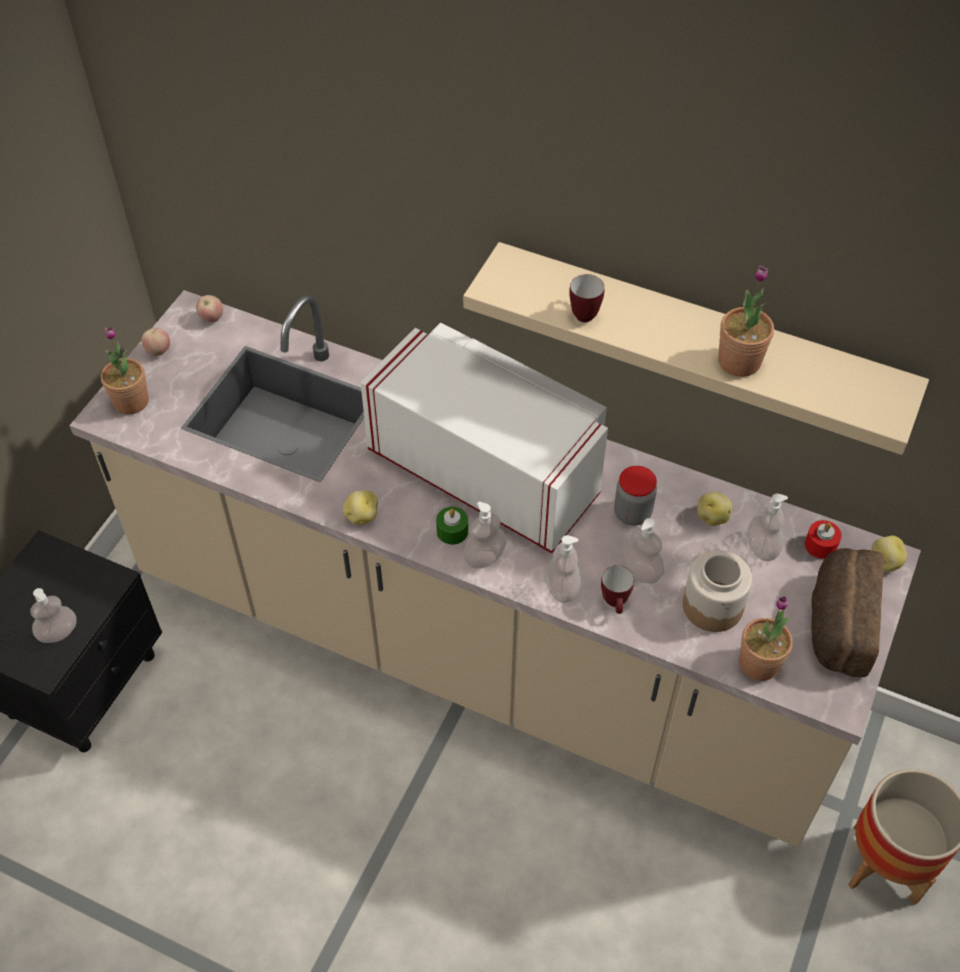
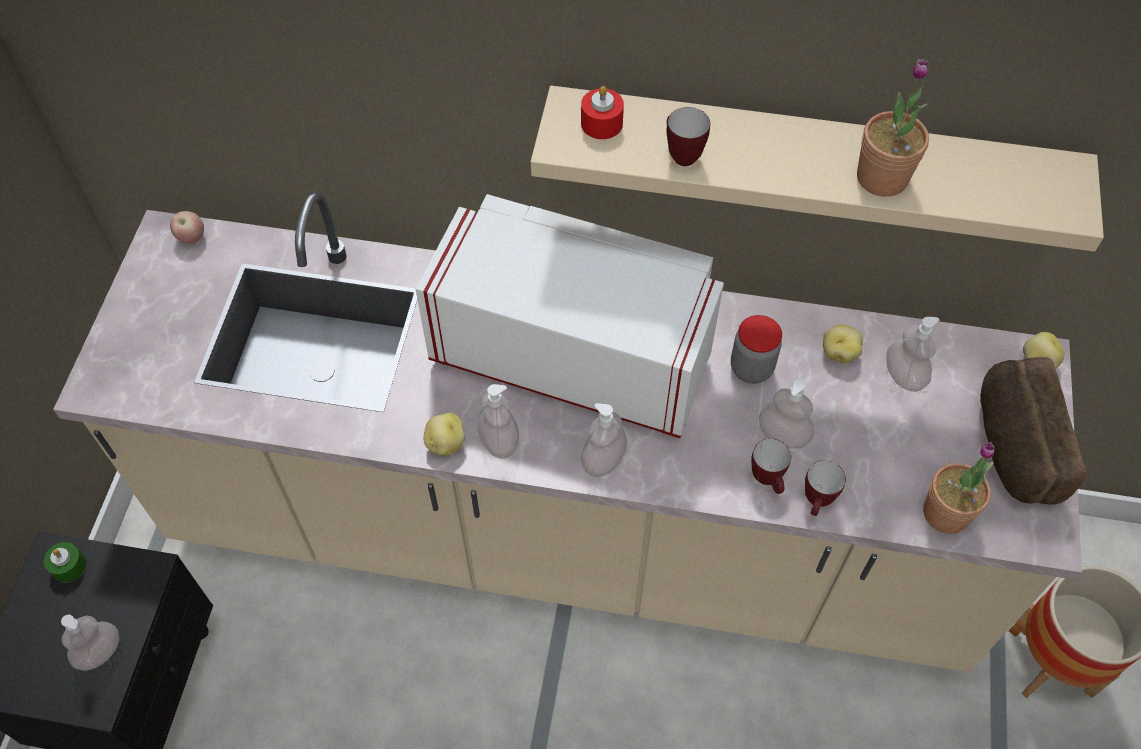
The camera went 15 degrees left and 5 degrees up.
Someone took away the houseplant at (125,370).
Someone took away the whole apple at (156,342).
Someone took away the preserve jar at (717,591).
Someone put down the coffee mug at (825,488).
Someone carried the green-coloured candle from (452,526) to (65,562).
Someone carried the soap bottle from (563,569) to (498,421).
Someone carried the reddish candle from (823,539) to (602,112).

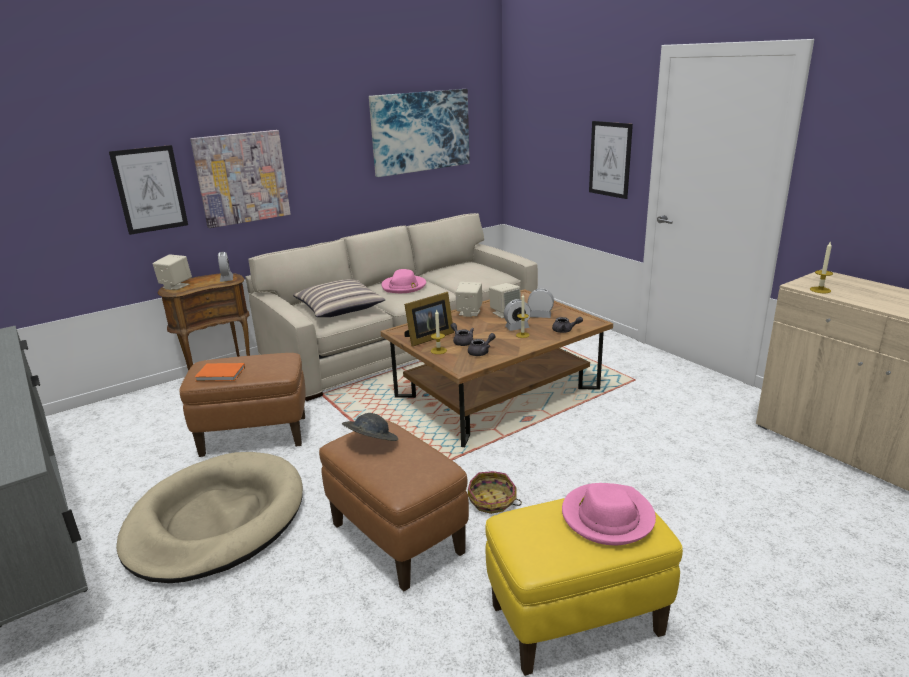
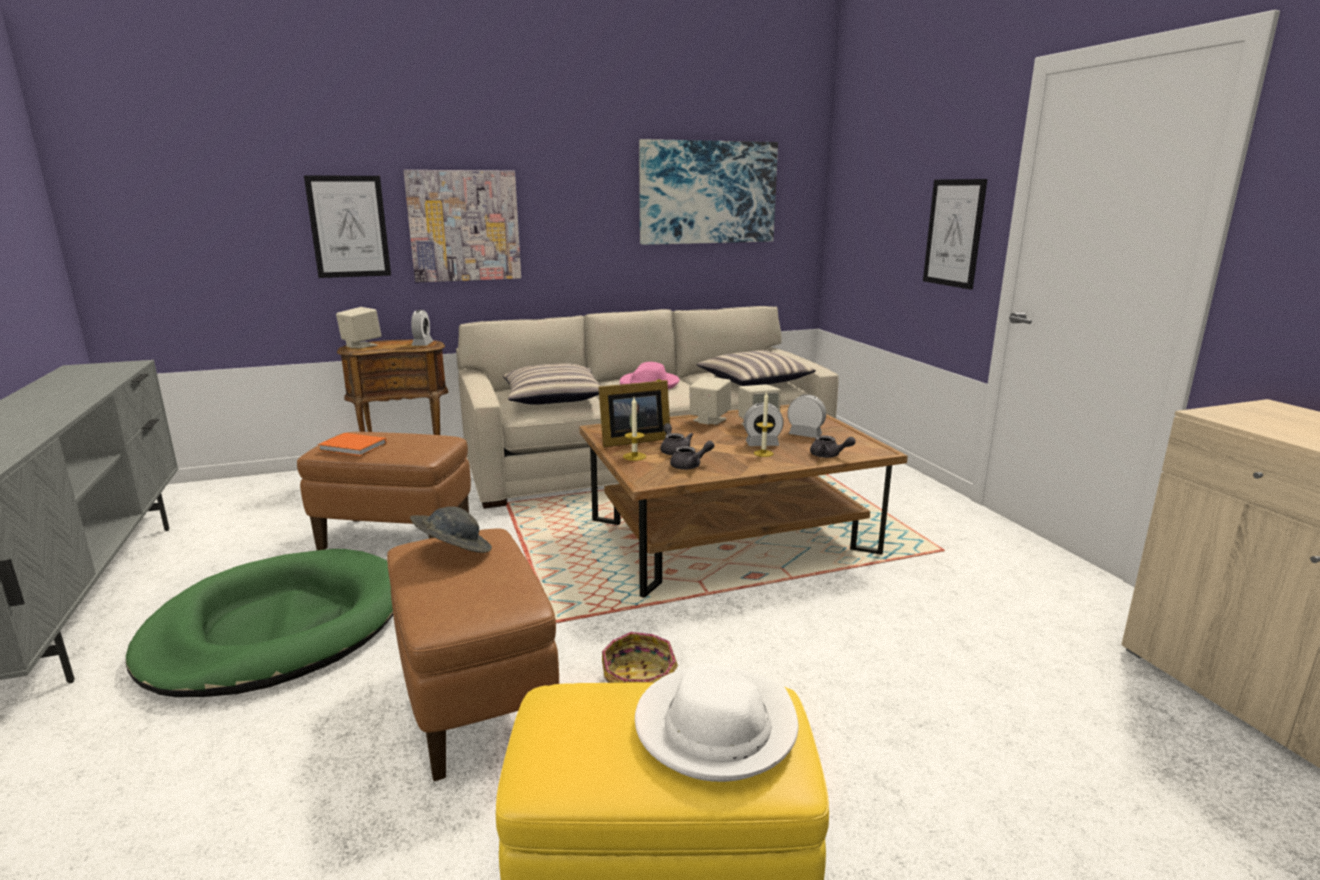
The camera went 15 degrees right and 5 degrees down.
Someone took away the candle at (821,267).
Someone put down the cushion at (756,368).
Someone repainted the beige-coloured pet bed at (209,517), which became the green-coloured pet bed at (259,623).
Someone repainted the pink wearable hat at (609,514), which became the white wearable hat at (716,722).

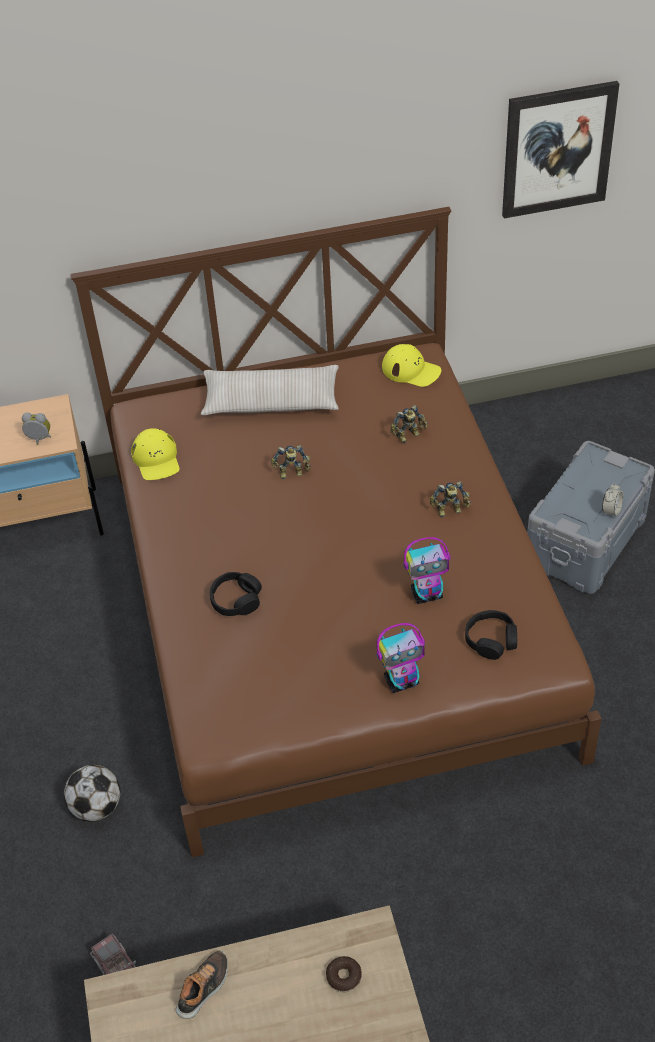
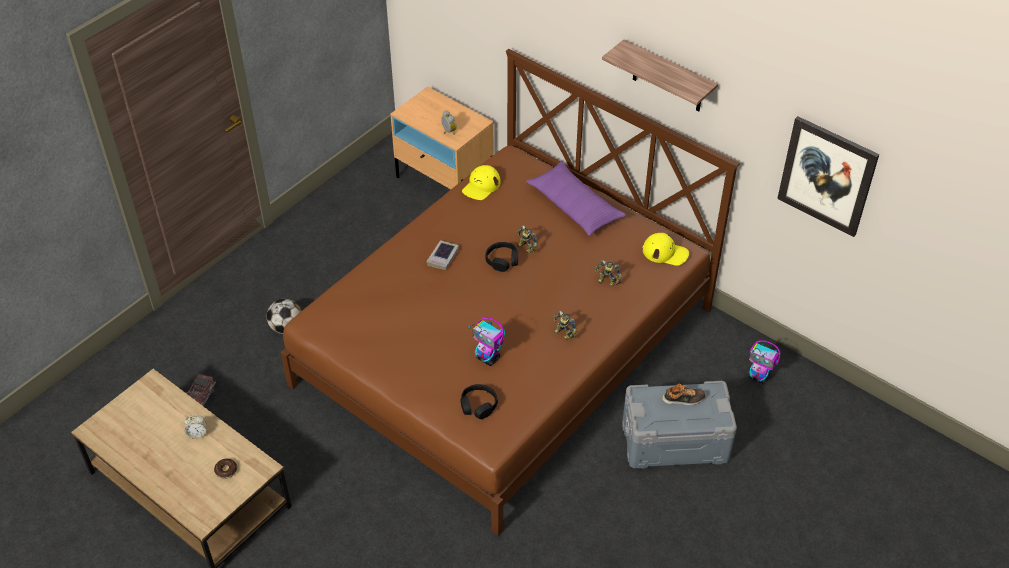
The camera went 50 degrees right and 0 degrees up.
Someone put down the book at (442,255).
Someone put up the wall shelf at (660,75).
Someone carried the shoe from (202,984) to (684,394).
Someone carried the black-coloured pair of headphones from (236,594) to (501,257).
Someone carried the model robot from (401,658) to (764,362).
Someone carried the alarm clock from (612,500) to (195,427).
Someone repainted the beige-coloured cushion at (270,390), which became the purple-coloured cushion at (576,199).
Someone rotated the yellow-coloured baseball cap at (411,365) by 60 degrees counterclockwise.

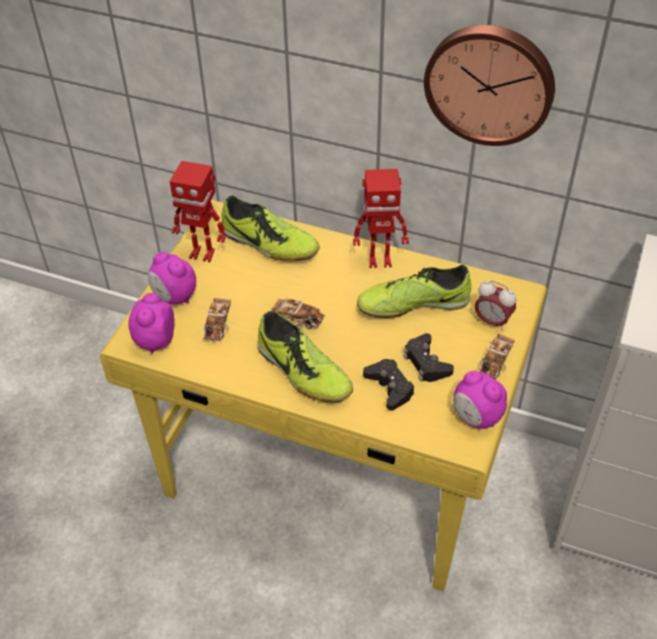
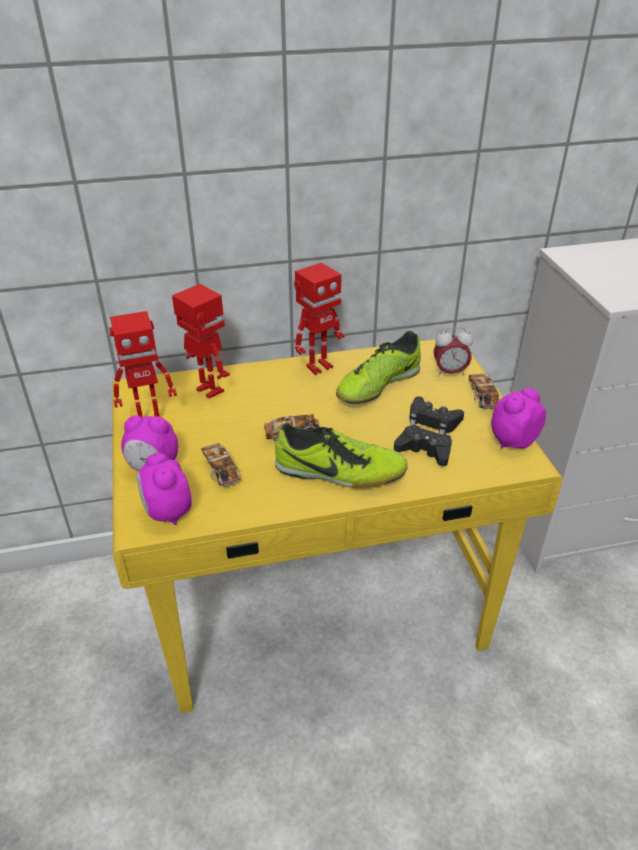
The camera went 35 degrees left and 10 degrees down.
Someone took away the wall clock at (489,85).
Someone swapped the shoe at (271,228) for the model robot at (201,341).
Someone rotated the alarm clock at (480,400) by 135 degrees clockwise.

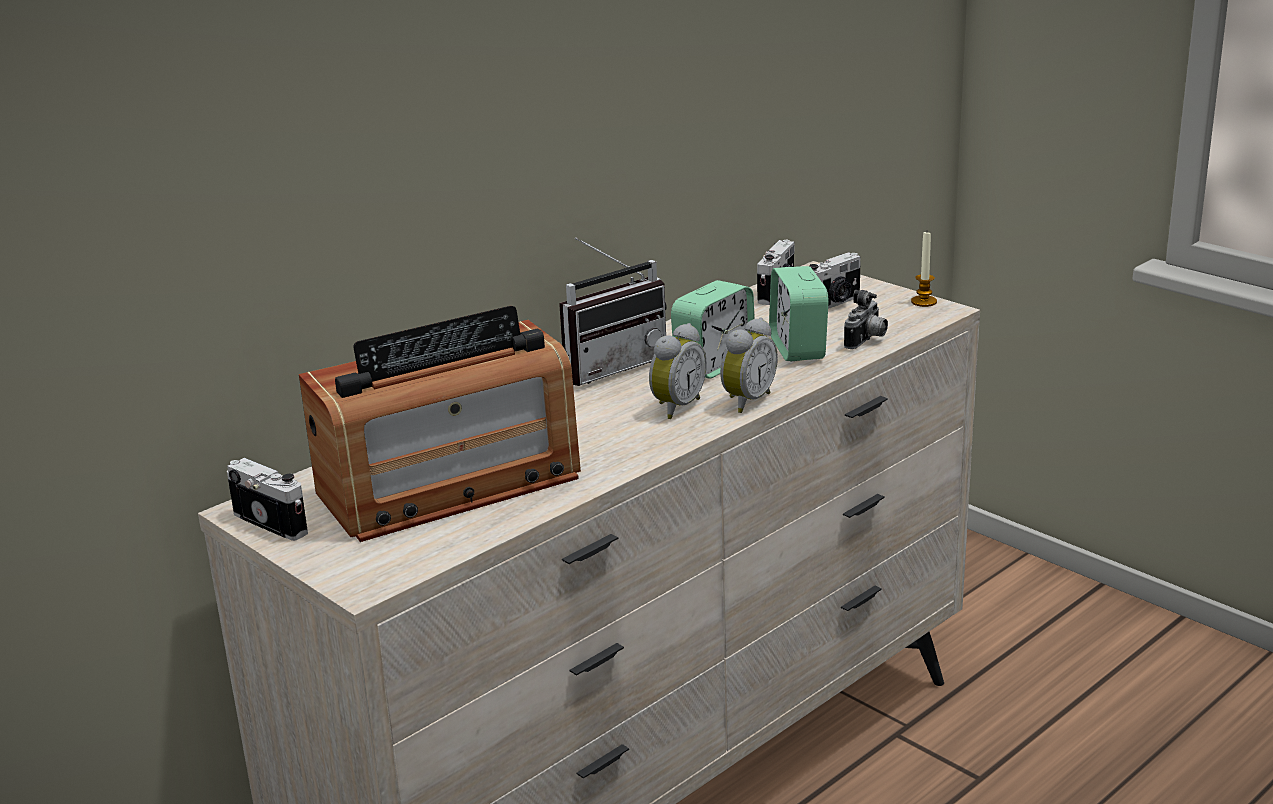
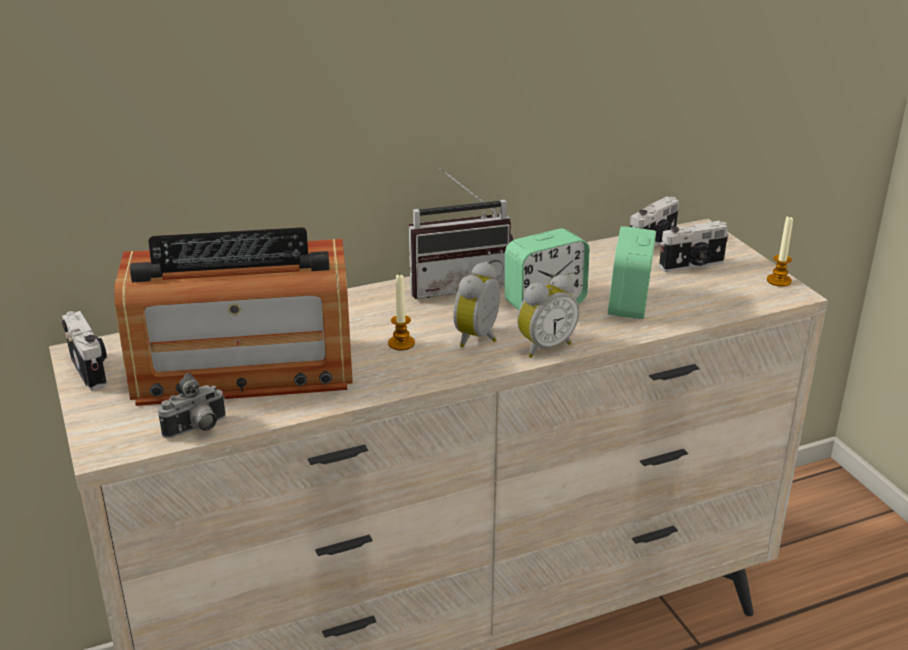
The camera went 20 degrees right and 5 degrees up.
Someone put down the candle at (401,311).
Someone carried the photo camera from (866,319) to (192,405).
Someone rotated the alarm clock at (678,371) by 150 degrees clockwise.

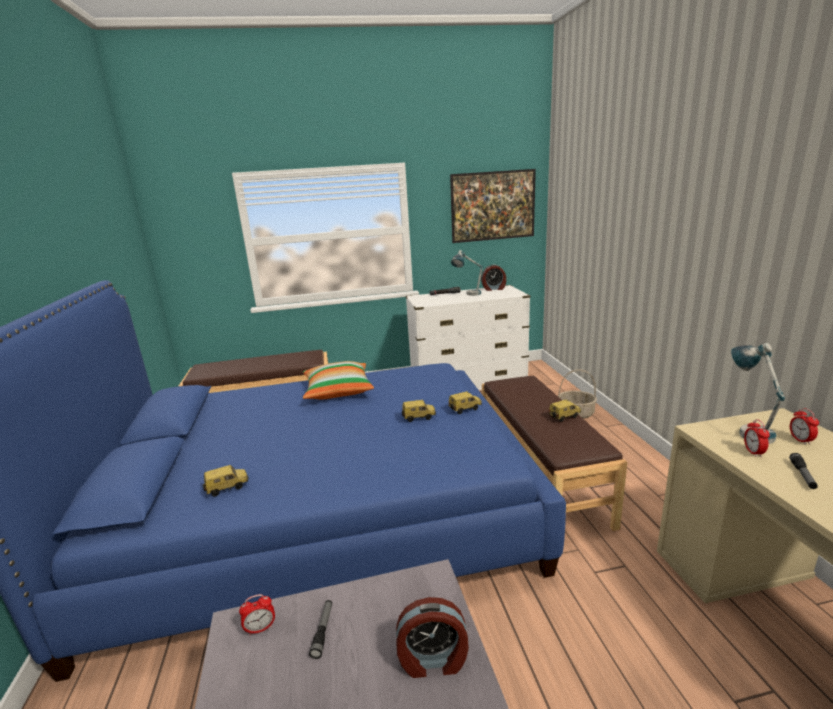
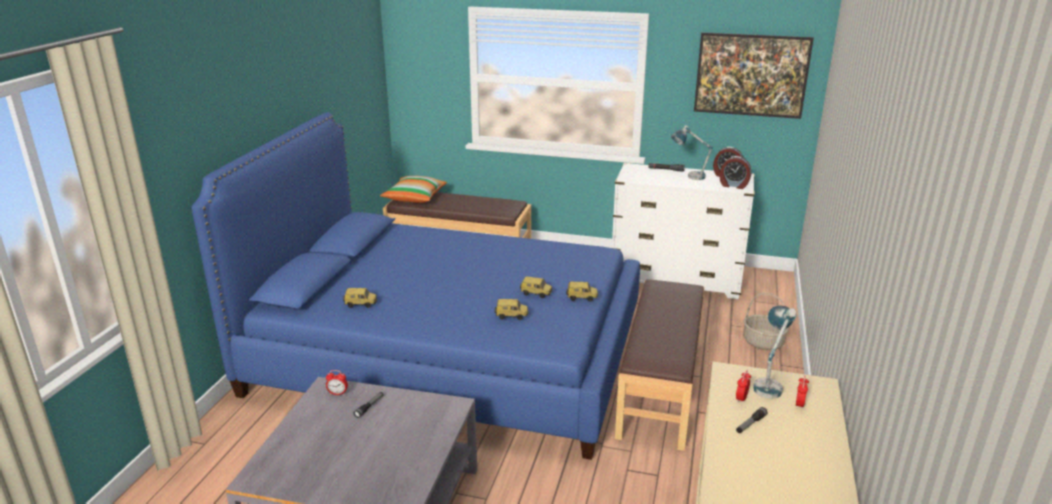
The camera went 25 degrees right and 5 degrees up.
Someone carried the cushion from (338,380) to (413,189).
Someone carried the alarm clock from (432,637) to (735,172).
Someone carried the miniature car from (564,411) to (511,309).

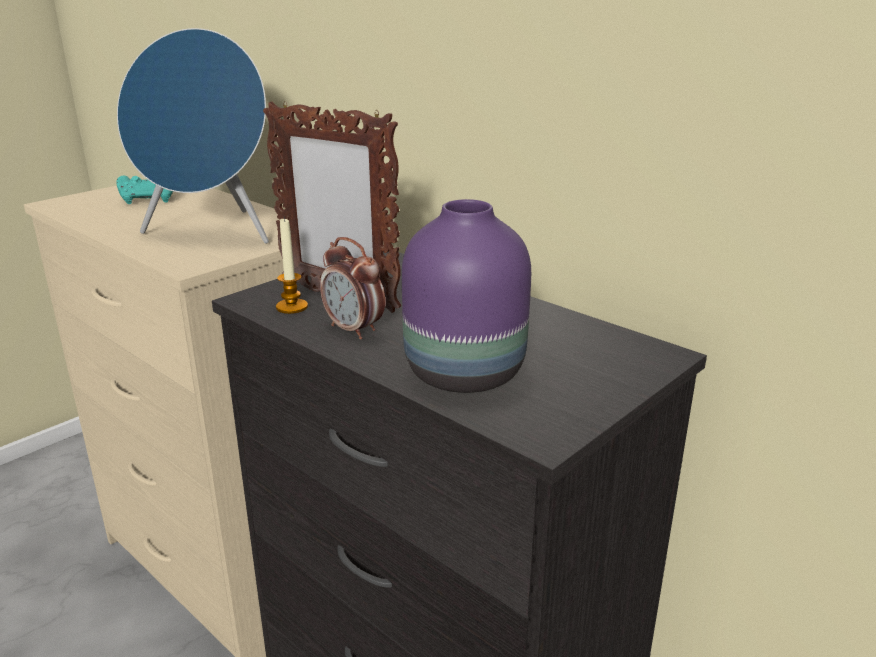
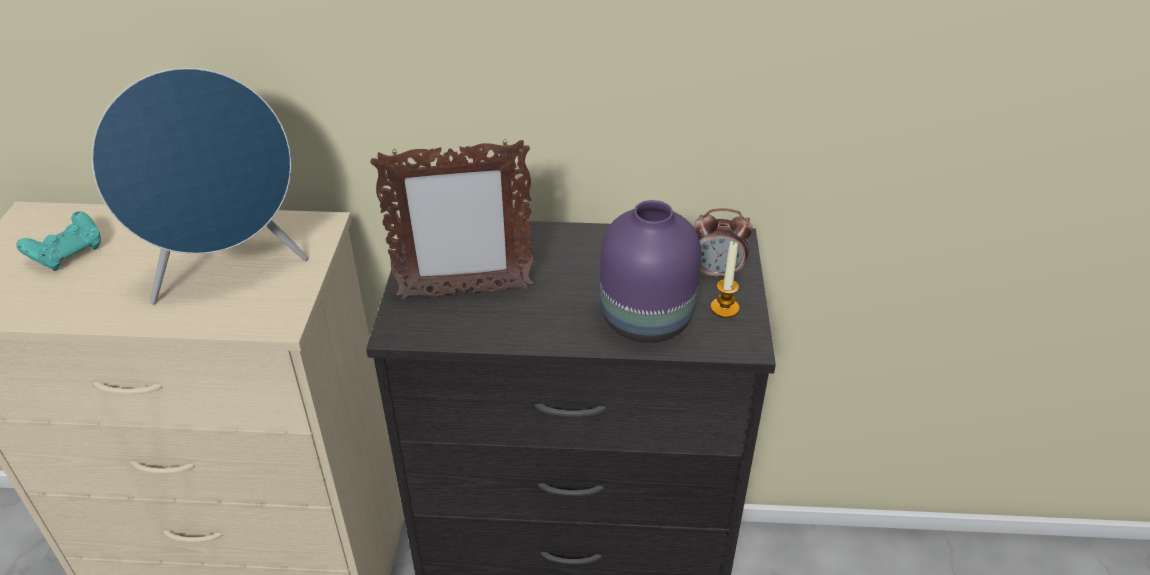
The camera went 40 degrees left and 15 degrees up.
Someone carried the candle from (292,265) to (725,279).
Someone carried the alarm clock from (352,288) to (723,243).

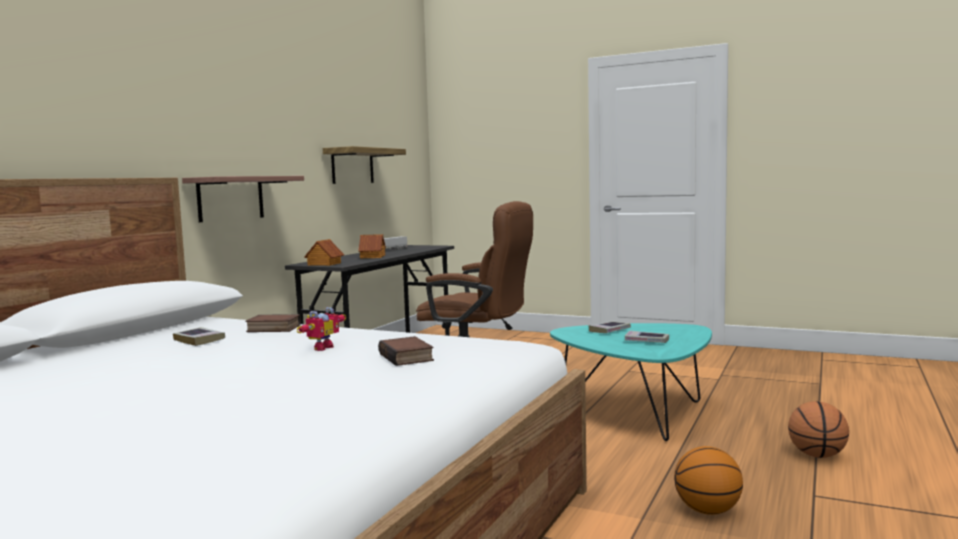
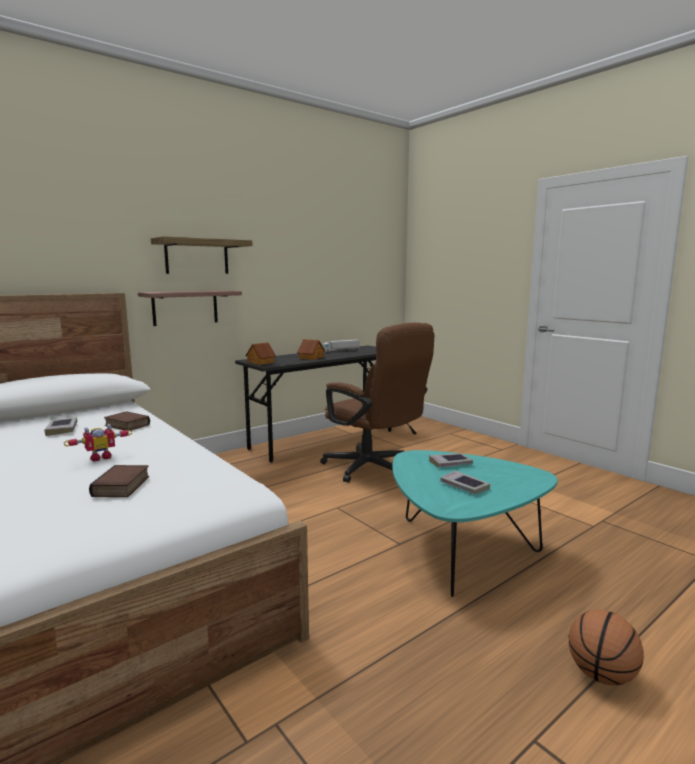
The camera went 25 degrees right and 5 degrees up.
Someone took away the basketball at (708,480).
Someone carried the wall shelf from (364,165) to (202,255).

